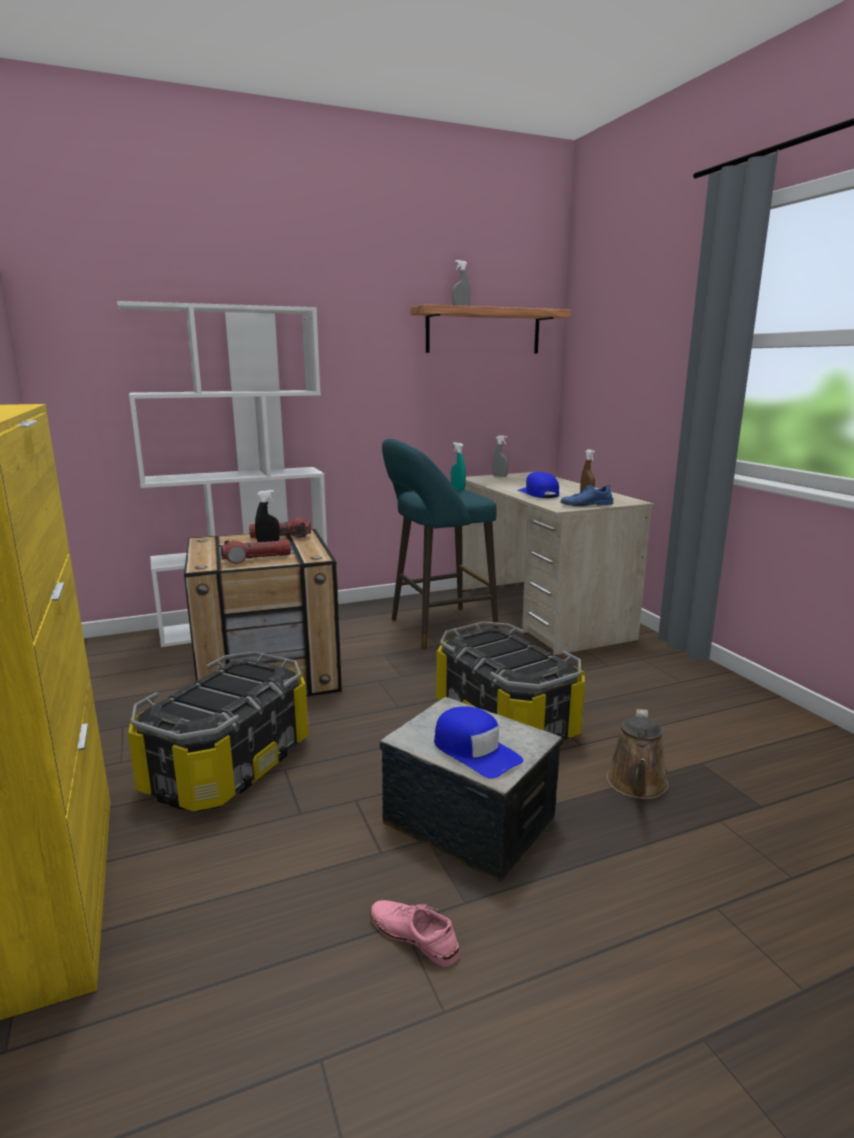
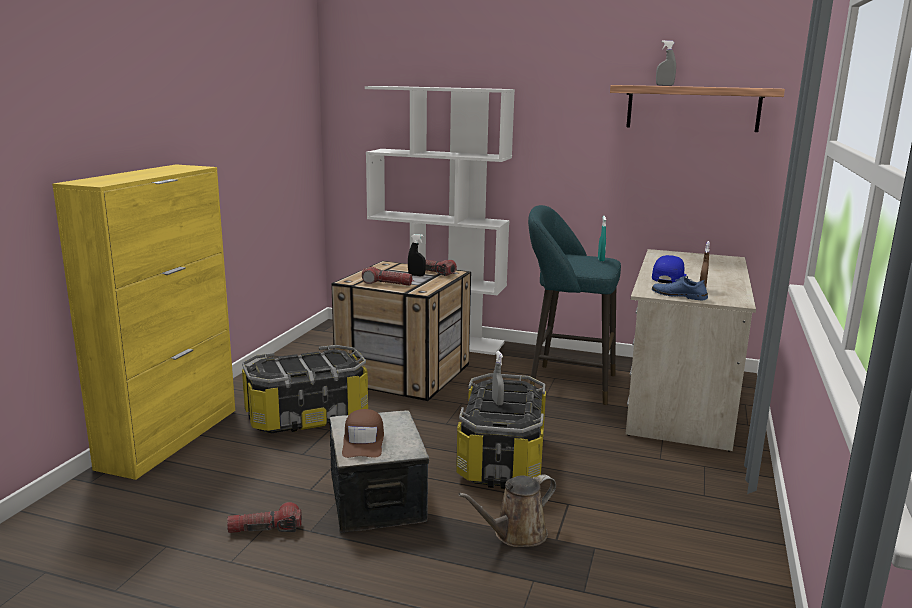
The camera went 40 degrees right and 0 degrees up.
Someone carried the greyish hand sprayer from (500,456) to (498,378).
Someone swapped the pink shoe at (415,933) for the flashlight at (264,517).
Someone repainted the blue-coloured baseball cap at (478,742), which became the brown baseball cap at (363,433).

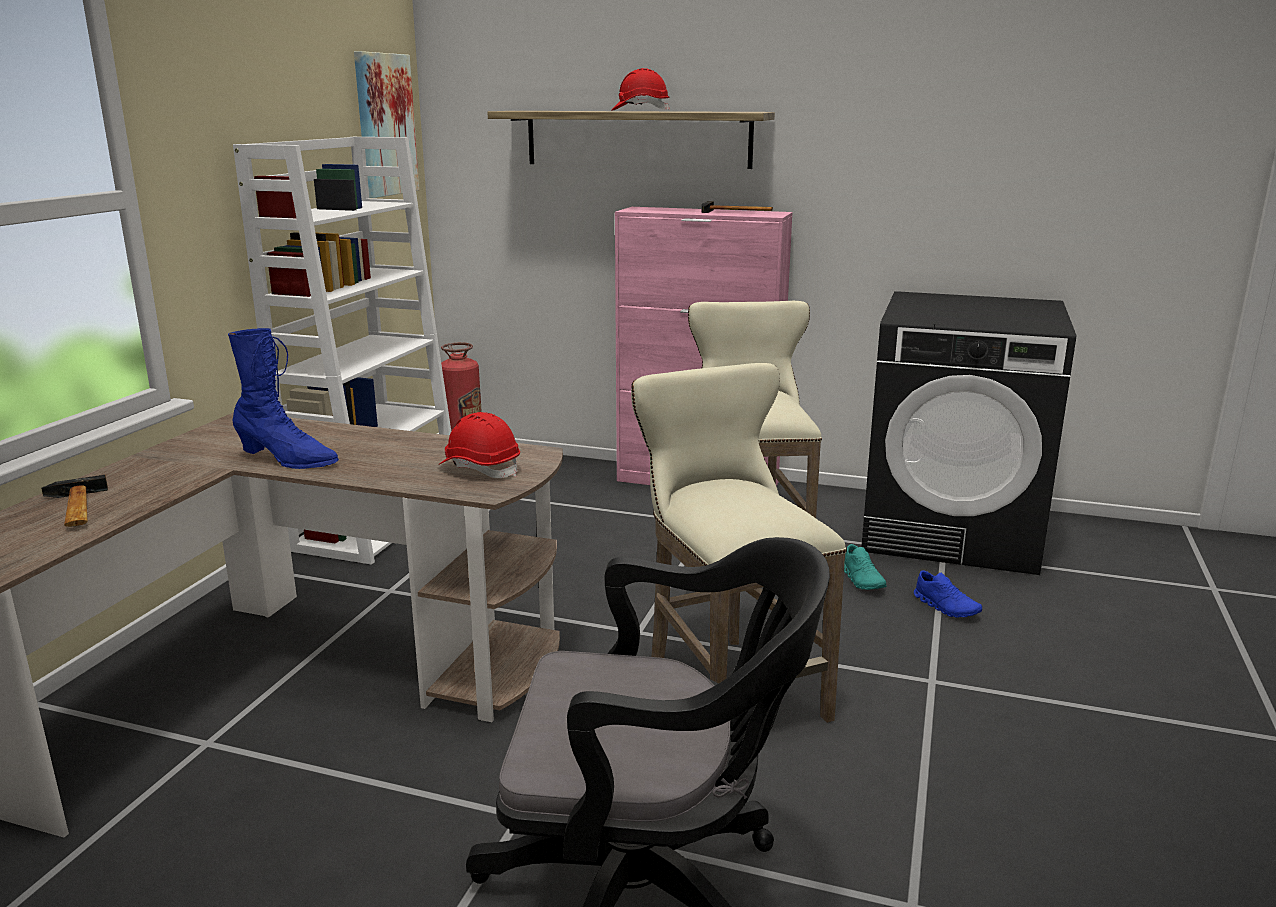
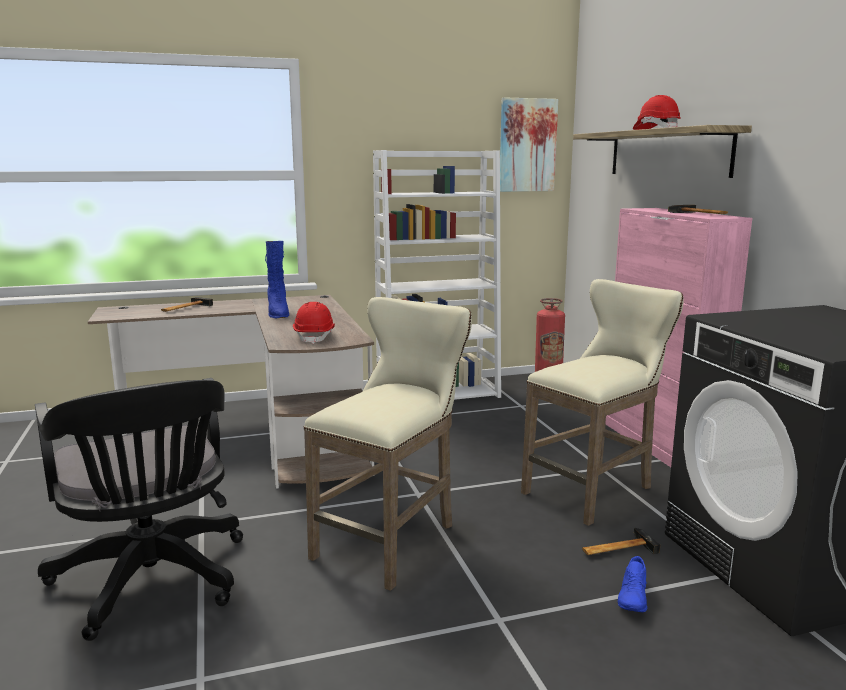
The camera went 55 degrees right and 5 degrees down.
Someone swapped the turquoise shoe at (865,567) for the hand hammer at (621,541).

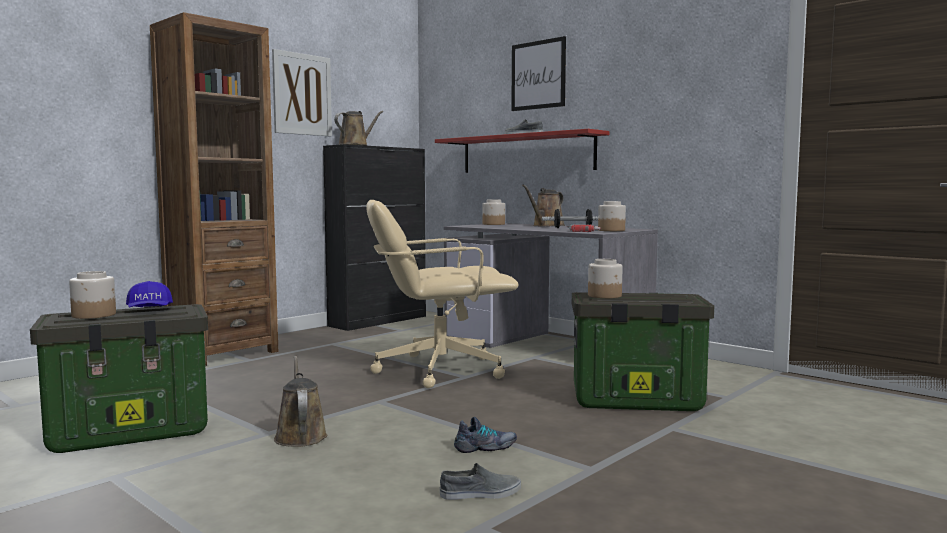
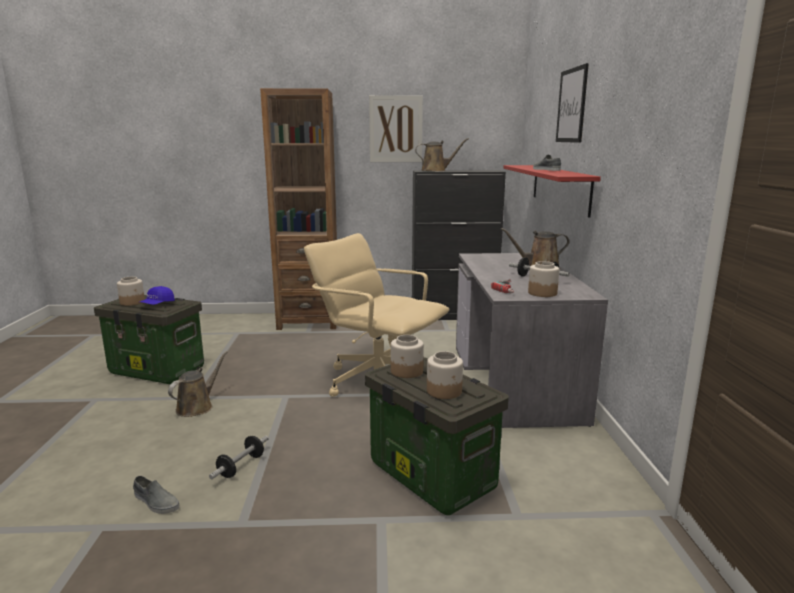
The camera went 45 degrees right and 10 degrees up.
Someone carried the preserve jar from (493,212) to (445,375).
Someone swapped the shoe at (485,435) for the free weight at (239,457).

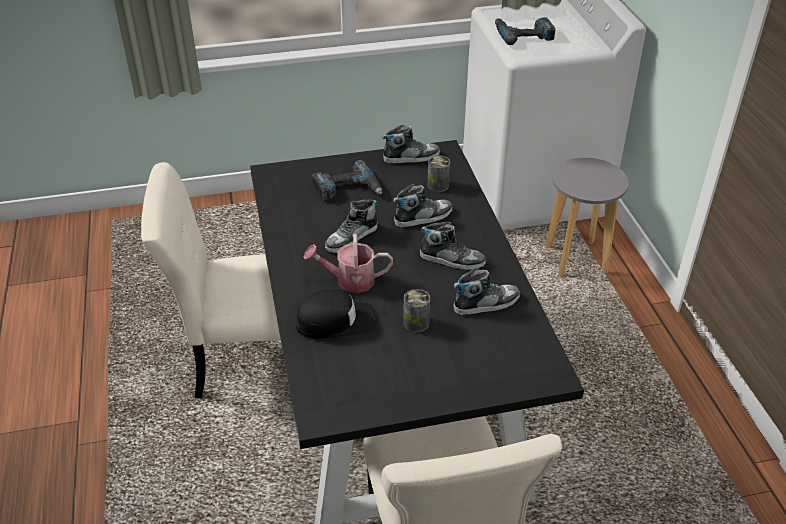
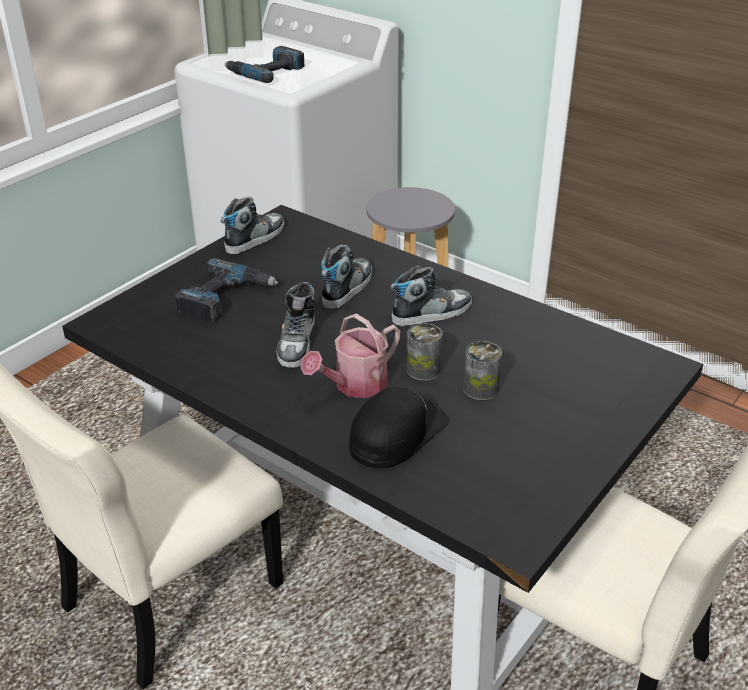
The camera went 40 degrees left and 5 degrees down.
Someone took away the shoe at (486,291).
Someone carried the can from (439,173) to (425,352).

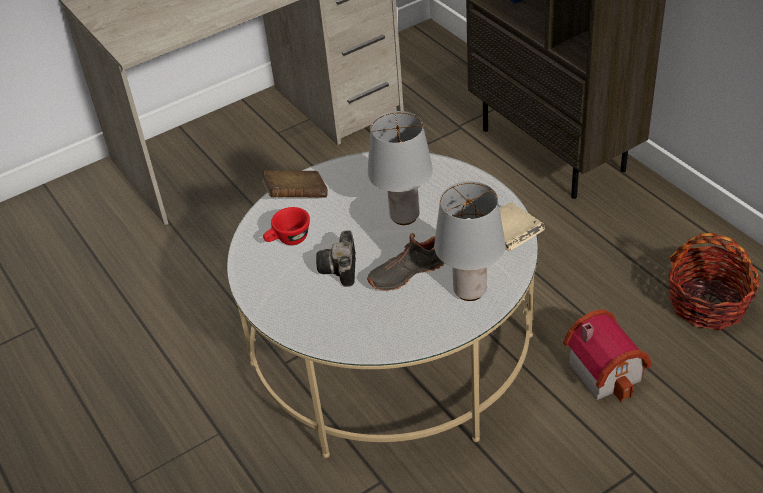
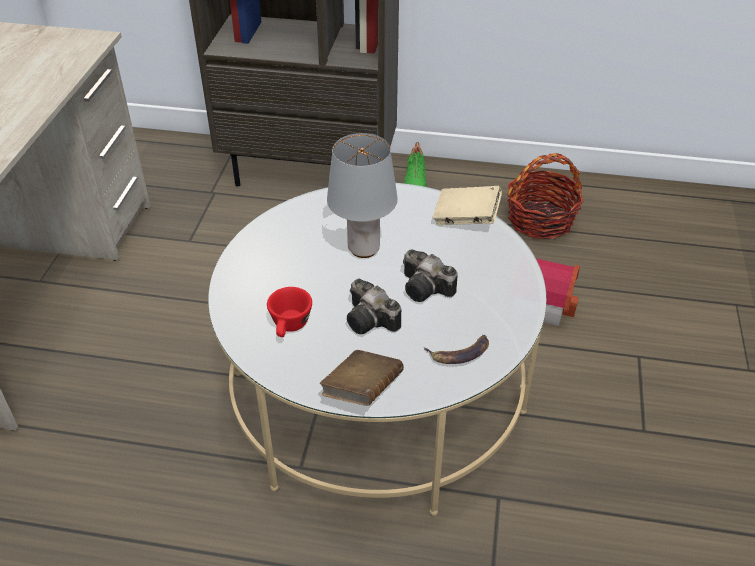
The camera went 50 degrees left and 0 degrees up.
Someone took away the greyish lamp for a table at (469,241).
Someone put down the green-coloured shoe at (415,164).
Someone put down the banana fruit at (456,349).
Someone carried the brown book from (295,184) to (362,378).
Someone swapped the black-coloured shoe at (405,262) for the photo camera at (430,275).

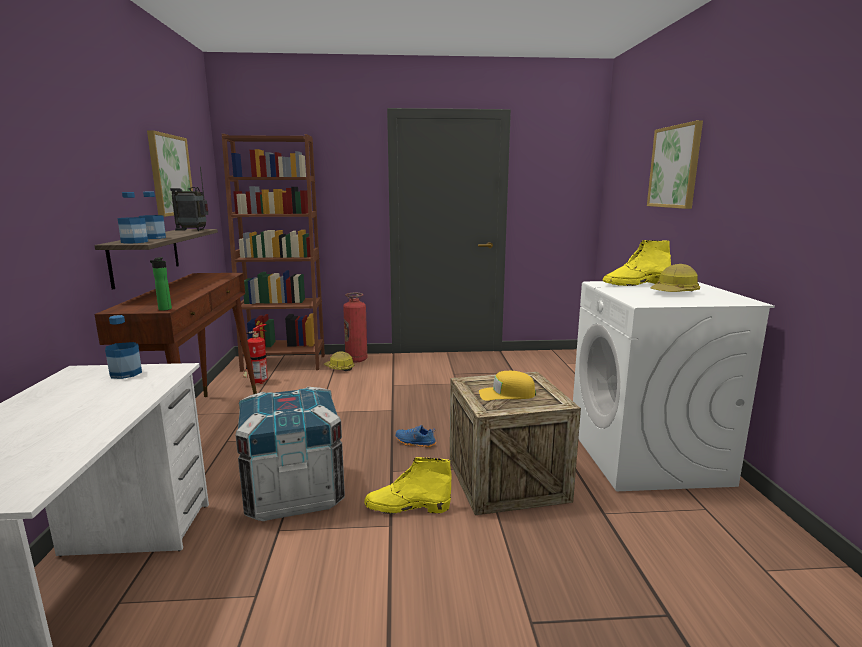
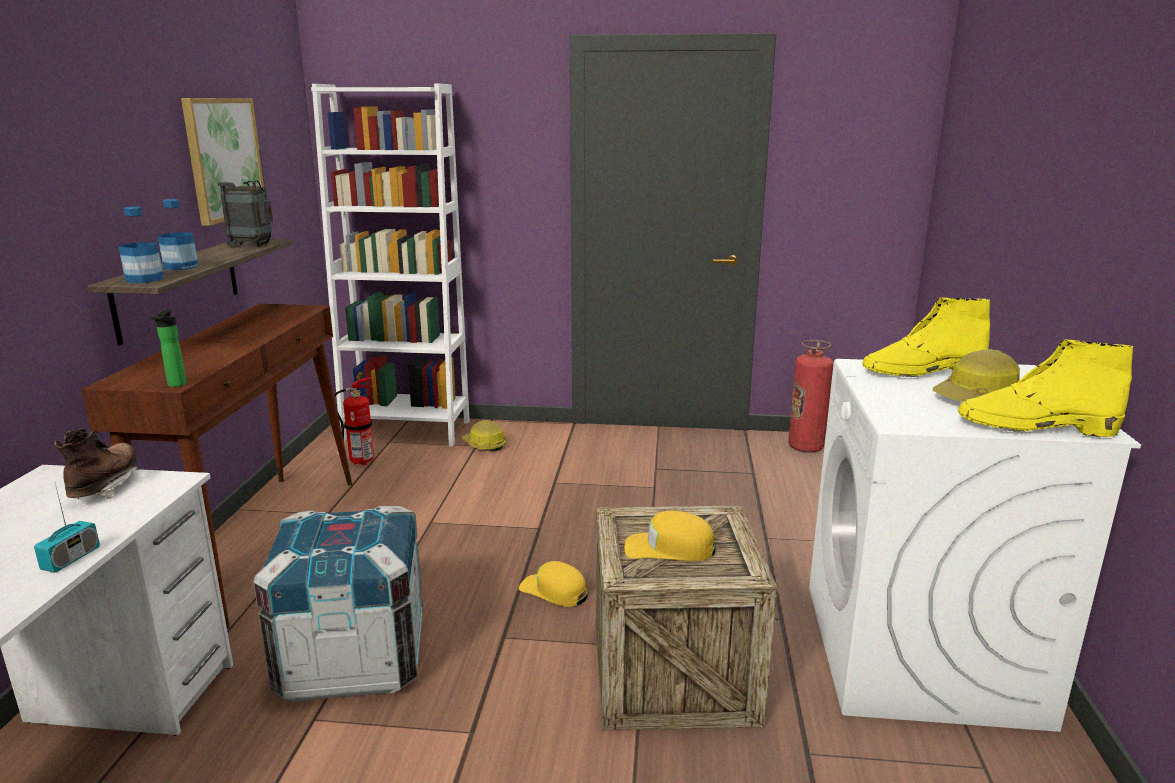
The camera went 10 degrees right and 5 degrees up.
Someone took away the wall art at (675,164).
Someone put down the radio set at (67,527).
Someone carried the fire-fighting cylinder from (355,327) to (810,396).
Someone carried the yellow-coloured tall boot from (408,485) to (1045,388).
Someone swapped the beverage bottle at (123,347) for the brown tall boot at (96,463).
Someone swapped the blue-coloured shoe at (415,436) for the yellow-coloured baseball cap at (553,584).
Someone repainted the brown shelving unit at (273,253), which became the white shelving unit at (390,265).

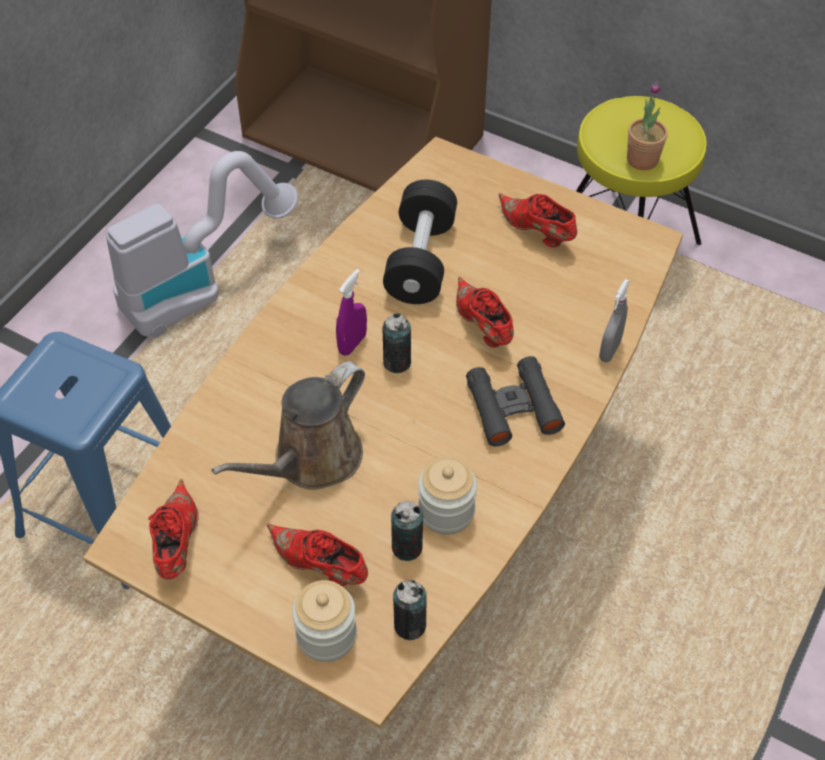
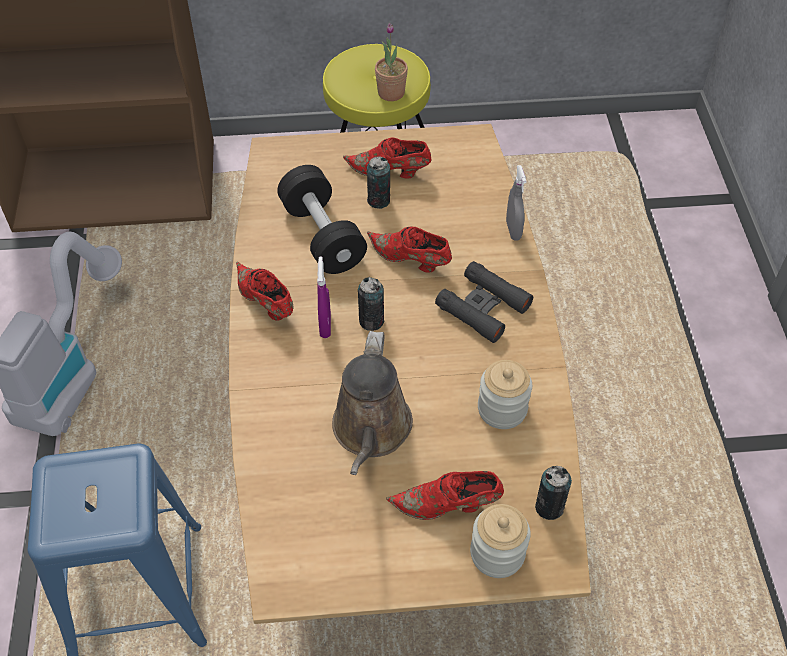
The camera went 35 degrees left and 0 degrees up.
Someone carried the reddish shoe from (173,529) to (265,291).
Someone carried the can from (407,531) to (378,183).

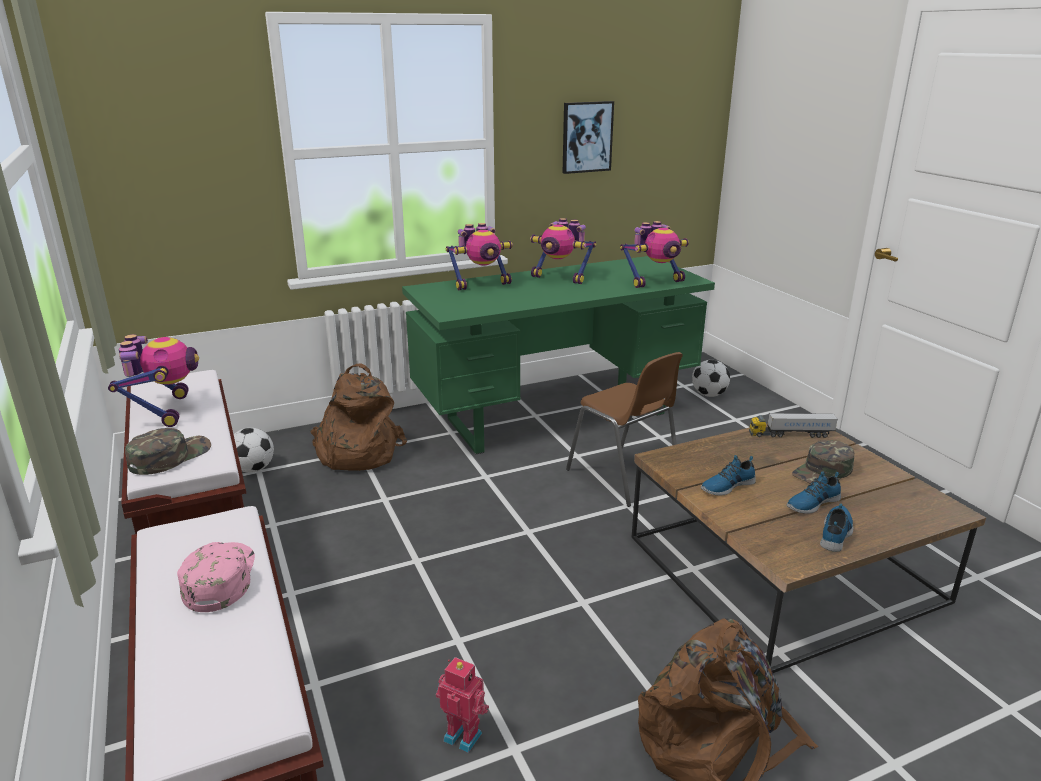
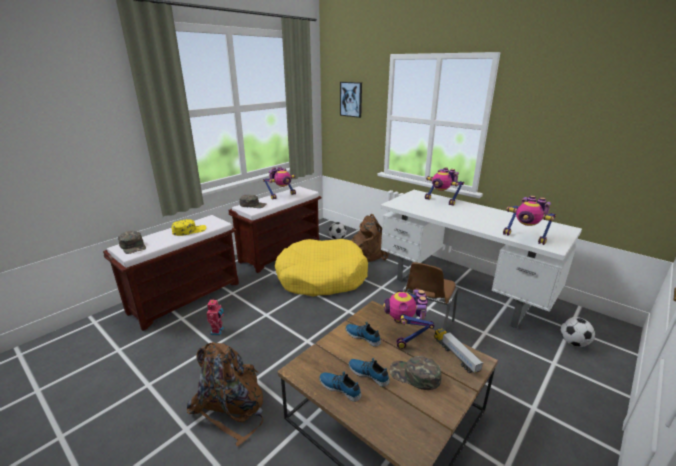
The camera went 65 degrees right and 0 degrees up.
Someone put down the green-coloured baseball cap at (132,242).
Someone put down the yellow-coloured pet bed at (321,268).
Someone carried the model robot from (563,251) to (408,319).
Someone carried the wall art from (588,137) to (351,100).
Someone repainted the pink baseball cap at (216,577), which became the yellow-coloured baseball cap at (189,227).
Someone repainted the green-coloured desk unit at (558,355), which became the white desk unit at (481,259).
Someone rotated the shoe at (836,528) by 150 degrees counterclockwise.

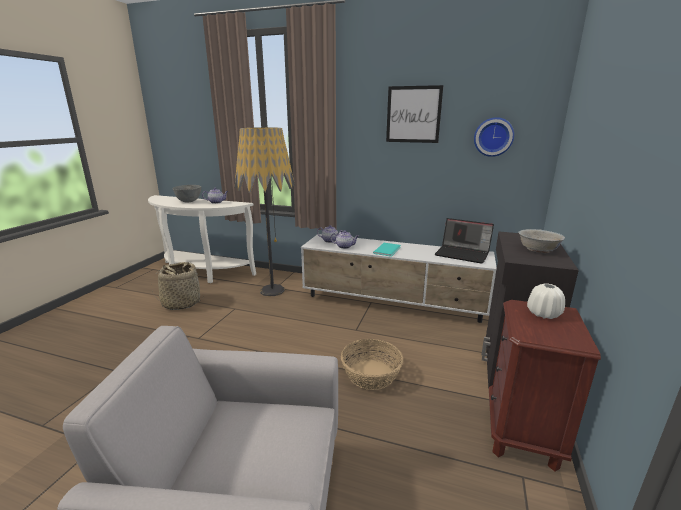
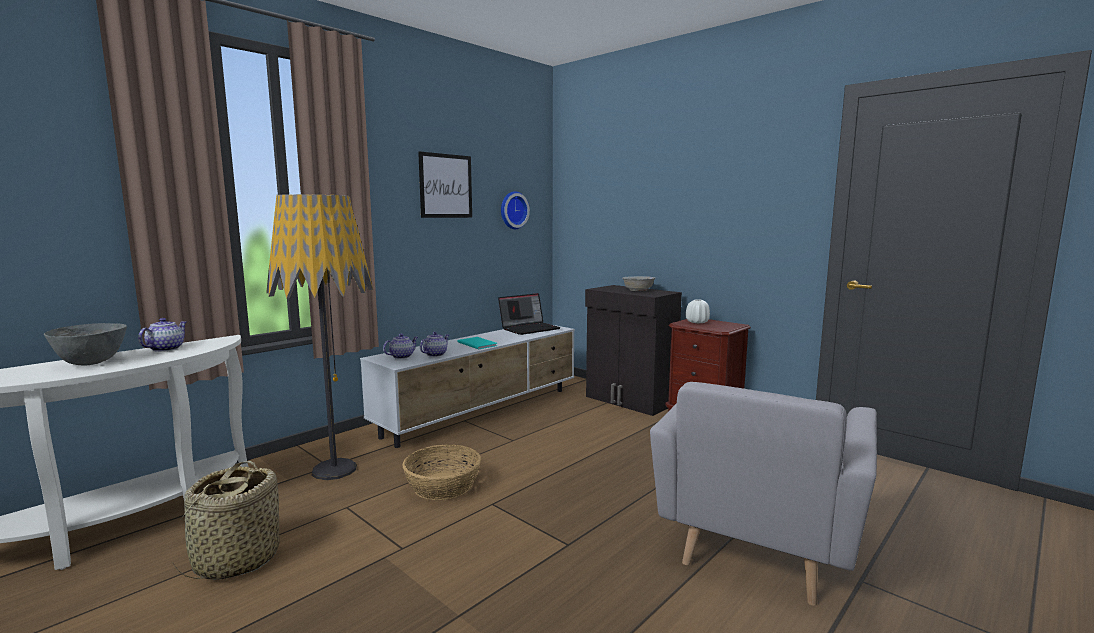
The camera went 65 degrees left and 10 degrees down.
Someone carried the storage basket from (372,364) to (441,472).

